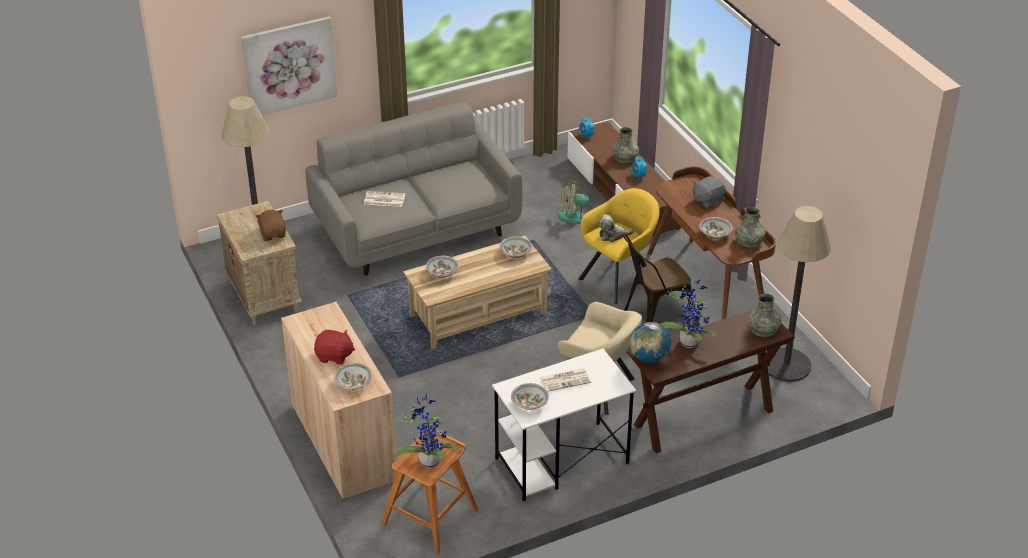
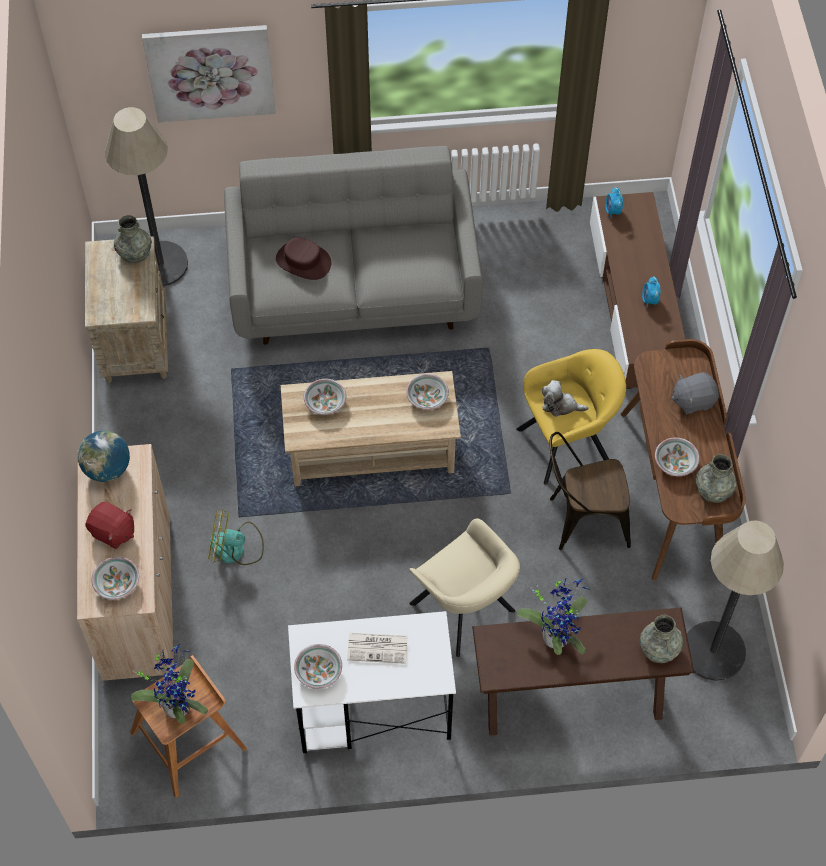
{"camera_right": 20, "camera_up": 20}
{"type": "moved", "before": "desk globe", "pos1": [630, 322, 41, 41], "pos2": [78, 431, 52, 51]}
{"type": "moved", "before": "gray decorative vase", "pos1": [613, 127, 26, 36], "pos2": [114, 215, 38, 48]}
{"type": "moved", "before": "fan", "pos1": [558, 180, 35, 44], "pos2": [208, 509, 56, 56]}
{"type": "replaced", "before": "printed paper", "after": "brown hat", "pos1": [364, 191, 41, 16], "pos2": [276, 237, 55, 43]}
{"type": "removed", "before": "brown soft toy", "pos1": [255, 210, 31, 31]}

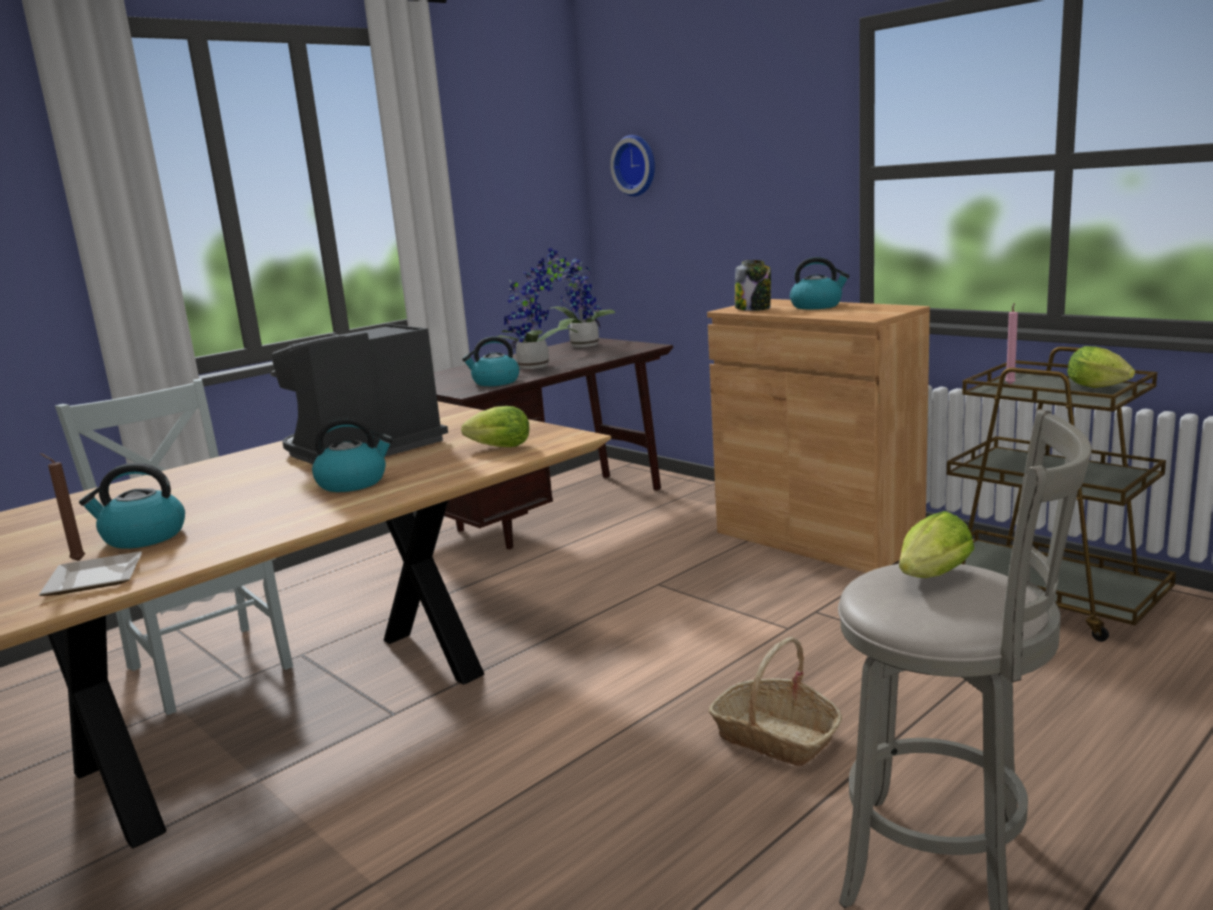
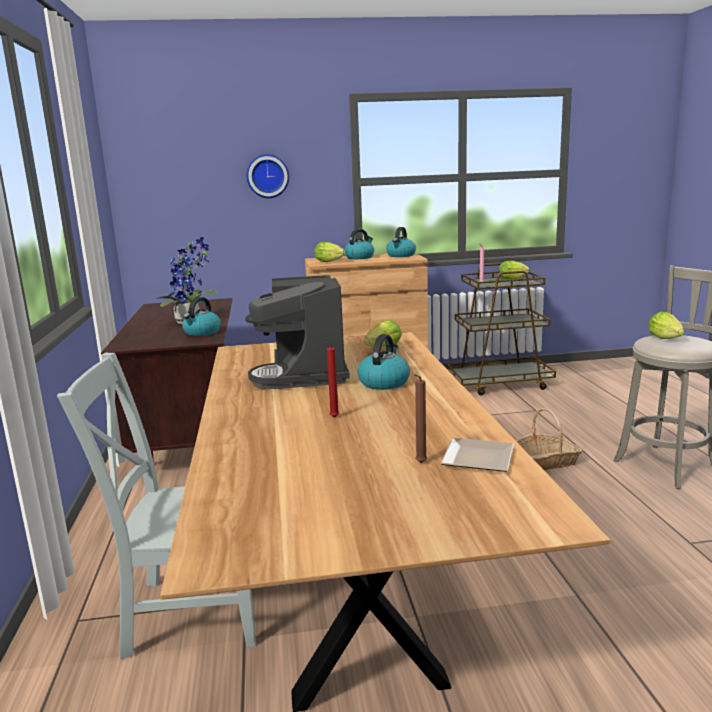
{"camera_right": -55, "camera_up": 0}
{"type": "moved", "before": "clock on the wall", "pos1": [610, 135, 45, 61], "pos2": [246, 154, 43, 44]}
{"type": "replaced", "before": "storage jar", "after": "lettuce head", "pos1": [735, 260, 36, 51], "pos2": [314, 242, 31, 20]}
{"type": "added", "after": "reddish candle", "pos2": [326, 342, 13, 76]}
{"type": "moved", "before": "water kettle", "pos1": [79, 463, 106, 86], "pos2": [386, 227, 30, 30]}
{"type": "removed", "before": "plant in a pot", "pos1": [547, 248, 68, 99]}

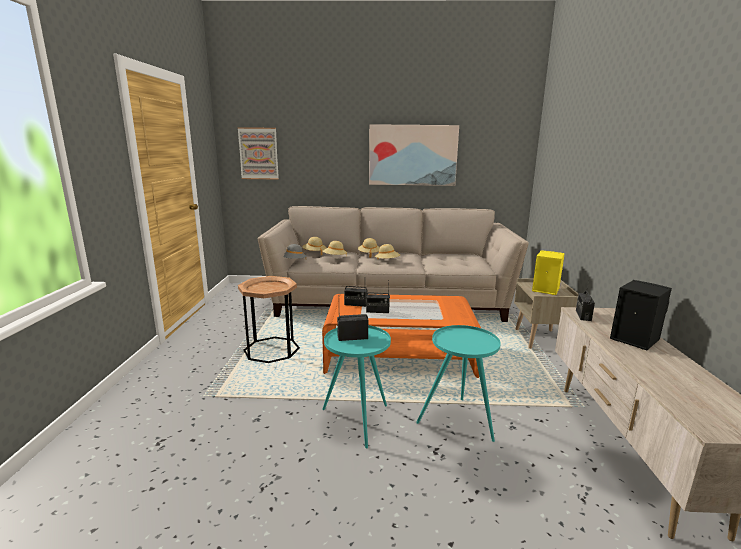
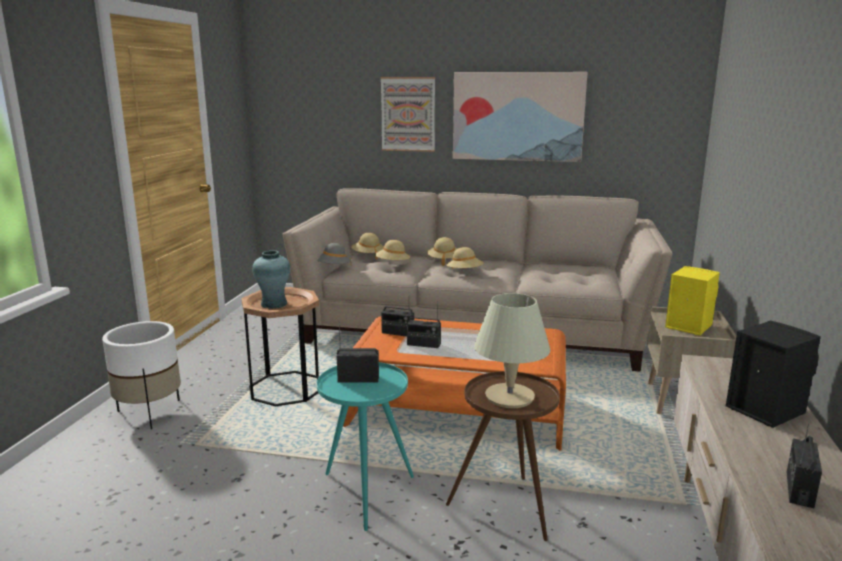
{"camera_right": 10, "camera_up": 0}
{"type": "added", "after": "white-coloured planter", "pos2": [102, 321, 79, 108]}
{"type": "added", "after": "blue-green decorative vase", "pos2": [252, 250, 38, 59]}
{"type": "moved", "before": "wall picture", "pos1": [237, 127, 42, 53], "pos2": [381, 77, 54, 75]}
{"type": "recoloured", "before": "blue-green accent table", "after": "brown accent table", "pos1": [416, 325, 85, 117], "pos2": [446, 371, 114, 170]}
{"type": "added", "after": "sand-coloured lamp for a table", "pos2": [474, 293, 76, 115]}
{"type": "moved", "before": "radio receiver", "pos1": [576, 280, 19, 41], "pos2": [787, 424, 35, 84]}

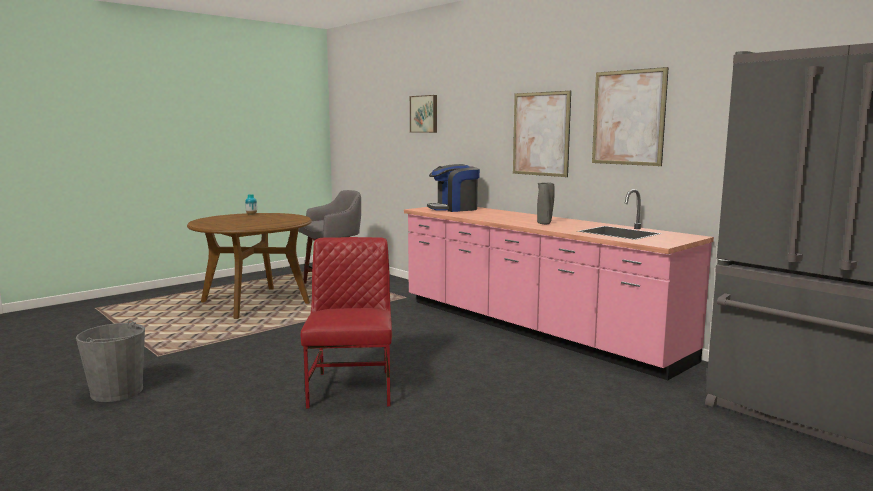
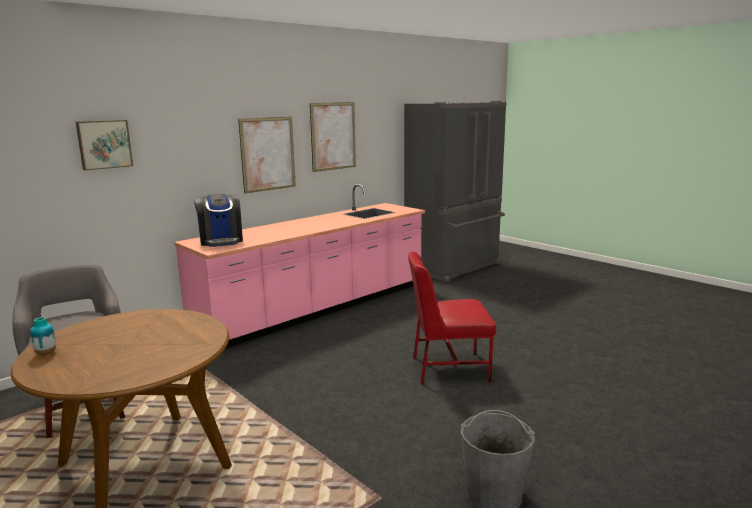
{"camera_right": -90, "camera_up": 5}
{"type": "removed", "before": "gray decorative vase", "pos1": [537, 183, 18, 41]}

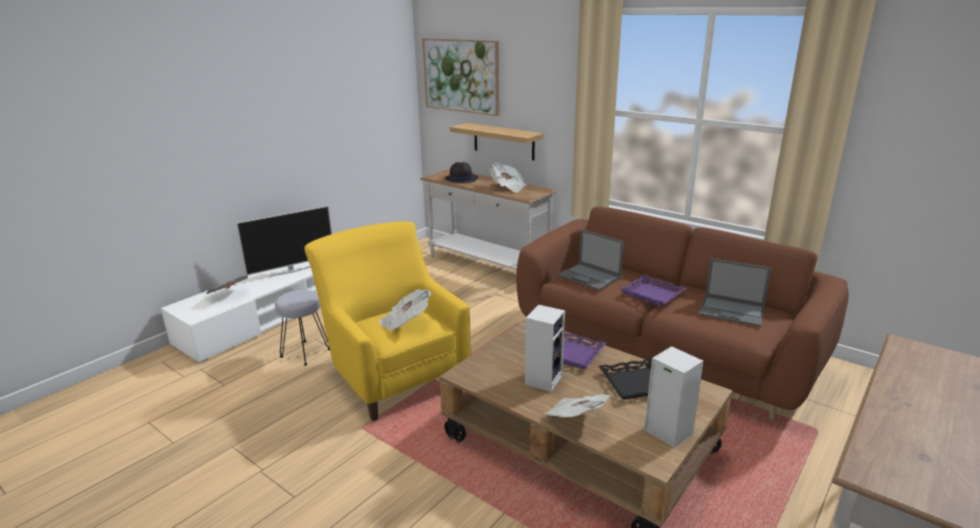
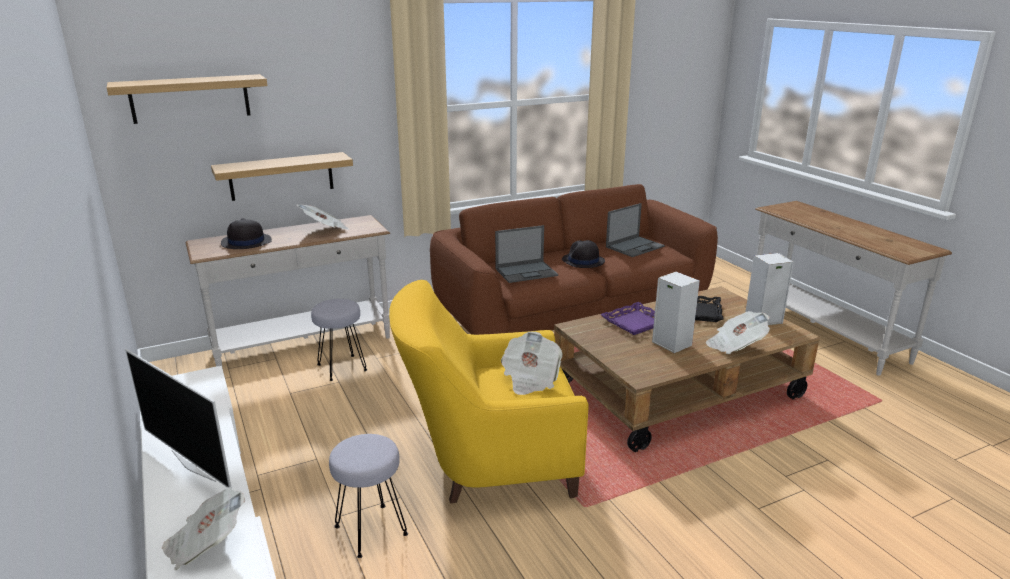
{"camera_right": -65, "camera_up": 0}
{"type": "replaced", "before": "wall picture", "after": "wall shelf", "pos1": [422, 38, 77, 78], "pos2": [107, 74, 160, 50]}
{"type": "turned", "before": "TV set", "pos1": [236, 206, 96, 71], "pos2": [125, 349, 107, 139], "turn": 135}
{"type": "added", "after": "gray stool seat", "pos2": [311, 299, 56, 82]}
{"type": "replaced", "before": "purple tray", "after": "blackish hat", "pos1": [621, 275, 66, 31], "pos2": [562, 240, 43, 28]}

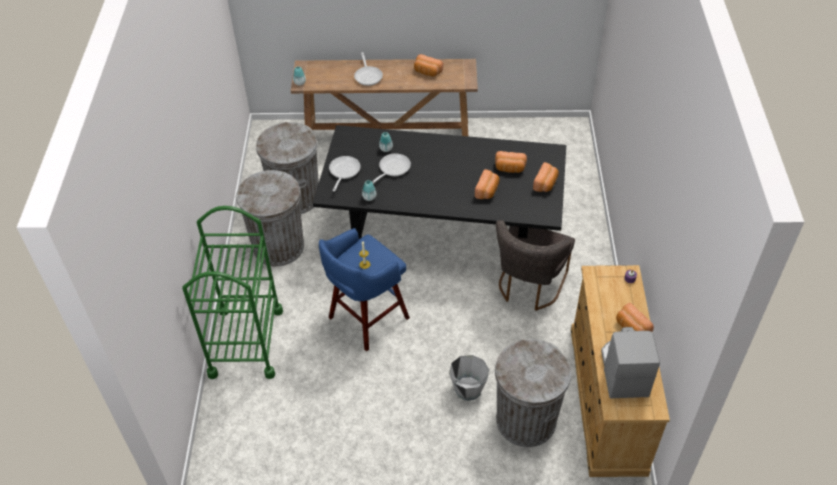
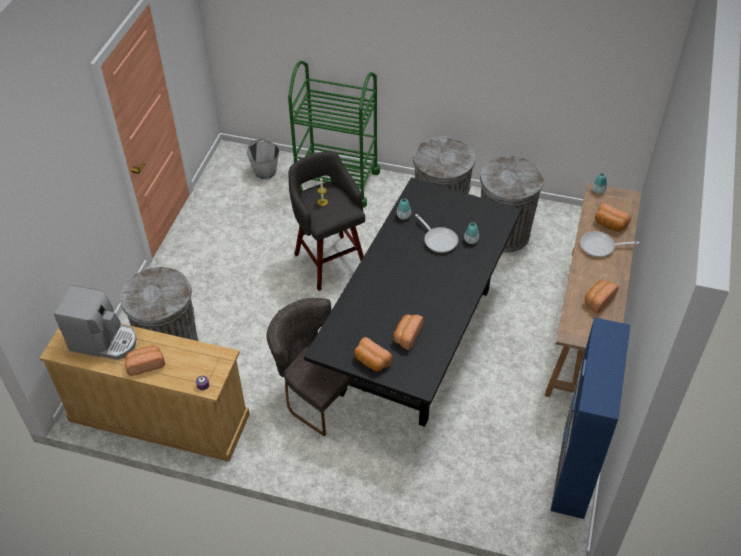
{"camera_right": 105, "camera_up": 0}
{"type": "moved", "before": "gray pail", "pos1": [449, 355, 40, 46], "pos2": [246, 139, 33, 40]}
{"type": "recoloured", "before": "bluish stool seat", "after": "gray stool seat", "pos1": [319, 228, 91, 123], "pos2": [288, 151, 77, 140]}
{"type": "added", "after": "bluish storage cabinet", "pos2": [551, 317, 80, 202]}
{"type": "moved", "before": "baked bread", "pos1": [475, 169, 24, 30], "pos2": [595, 203, 36, 29]}
{"type": "removed", "before": "frying pan", "pos1": [329, 156, 32, 35]}

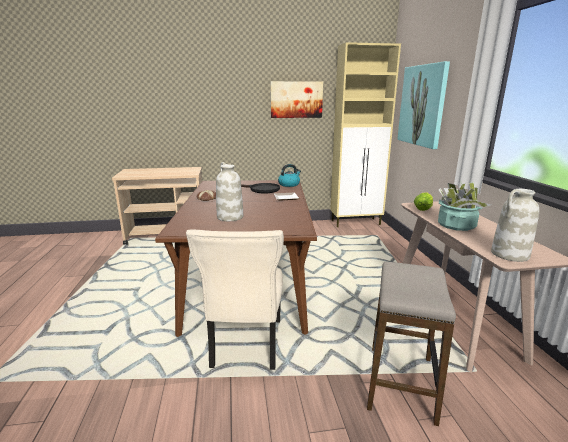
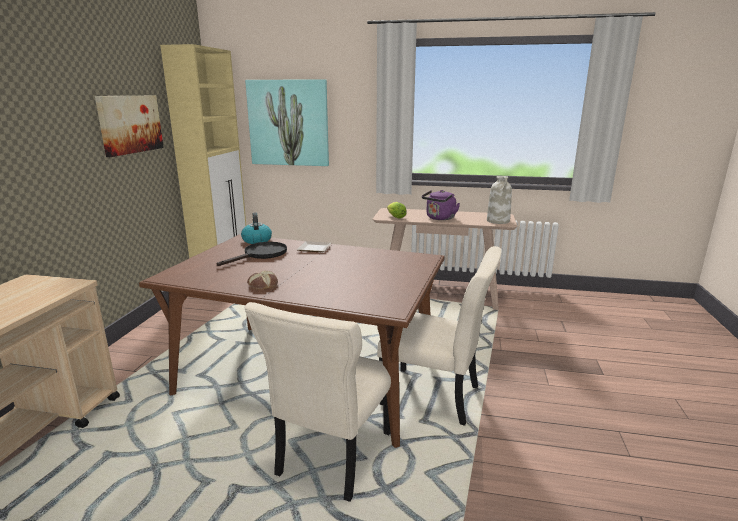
{"camera_right": -70, "camera_up": 0}
{"type": "added", "after": "sand-coloured plain chair", "pos2": [245, 302, 146, 200]}
{"type": "replaced", "before": "plant in a pot", "after": "purple water kettle", "pos1": [438, 181, 53, 50], "pos2": [422, 190, 38, 30]}
{"type": "removed", "before": "white-coloured decorative vase", "pos1": [216, 162, 27, 59]}
{"type": "removed", "before": "stool seat", "pos1": [367, 262, 89, 164]}

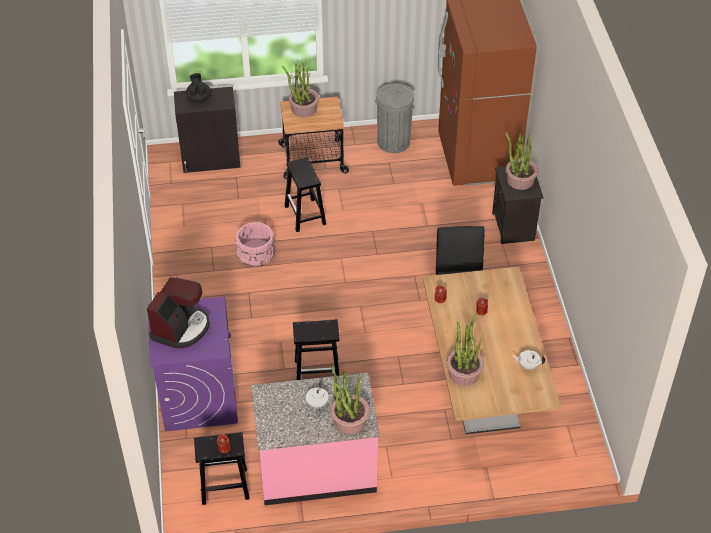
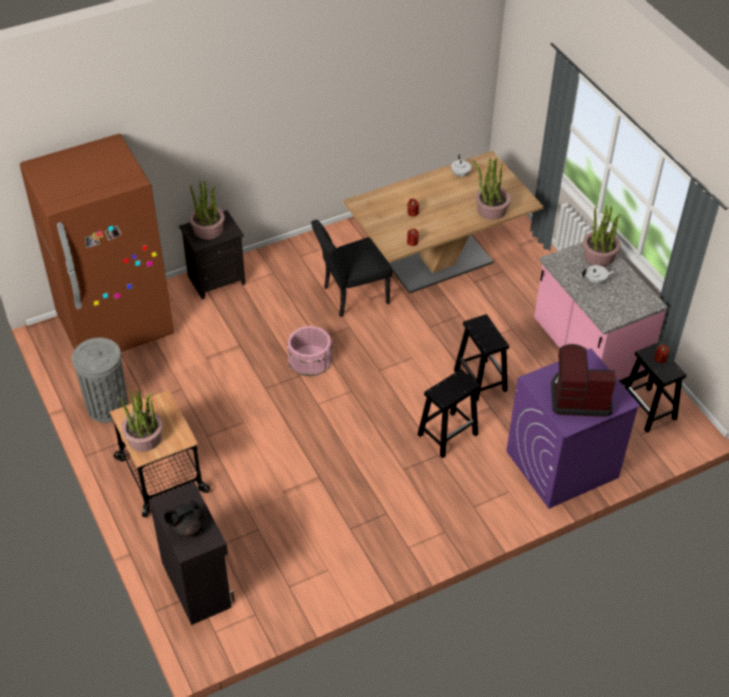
{"camera_right": -110, "camera_up": 0}
{"type": "moved", "before": "pink pail", "pos1": [235, 222, 40, 45], "pos2": [287, 326, 46, 50]}
{"type": "moved", "before": "blackish stool seat", "pos1": [284, 157, 42, 75], "pos2": [417, 369, 63, 89]}

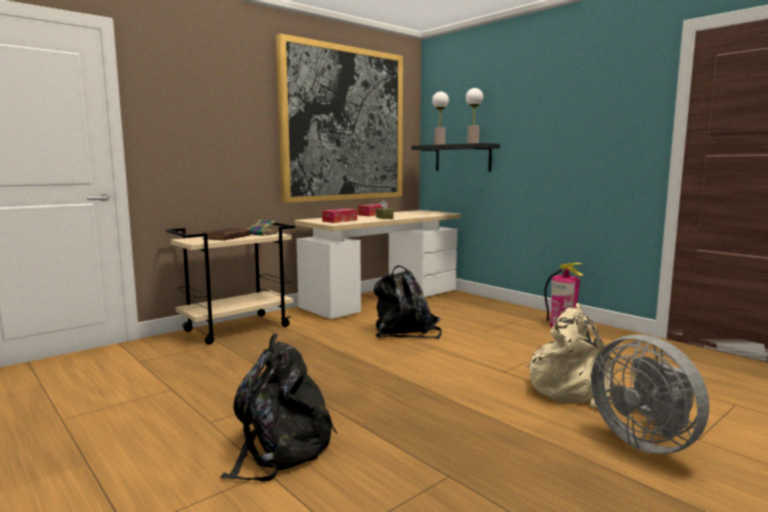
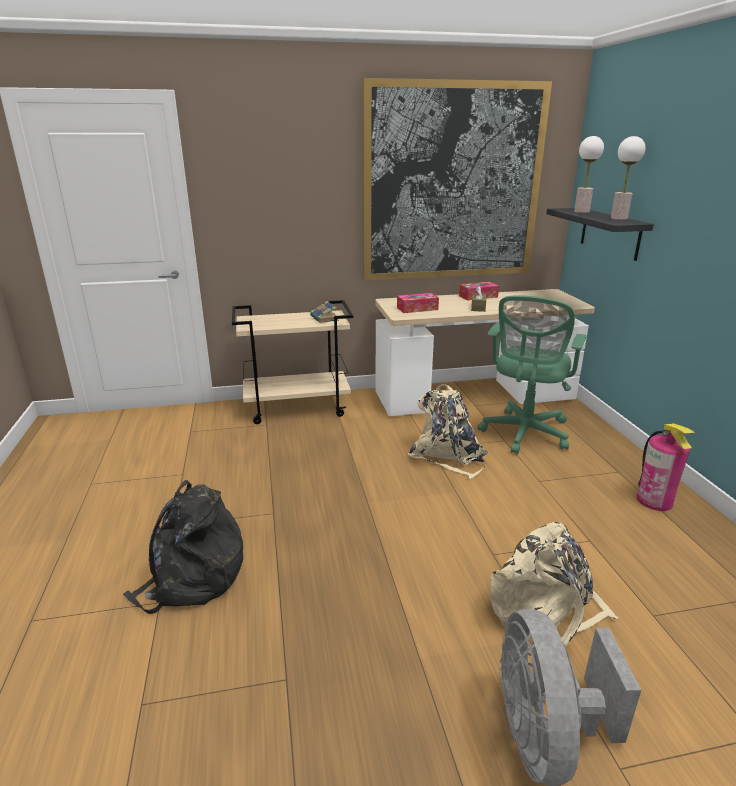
{"camera_right": 30, "camera_up": 15}
{"type": "recoloured", "before": "blackish backpack", "after": "sand-coloured backpack", "pos1": [374, 265, 68, 74], "pos2": [408, 384, 80, 95]}
{"type": "added", "after": "green-coloured office chair", "pos2": [477, 295, 110, 159]}
{"type": "removed", "before": "brown bound book", "pos1": [202, 228, 49, 12]}

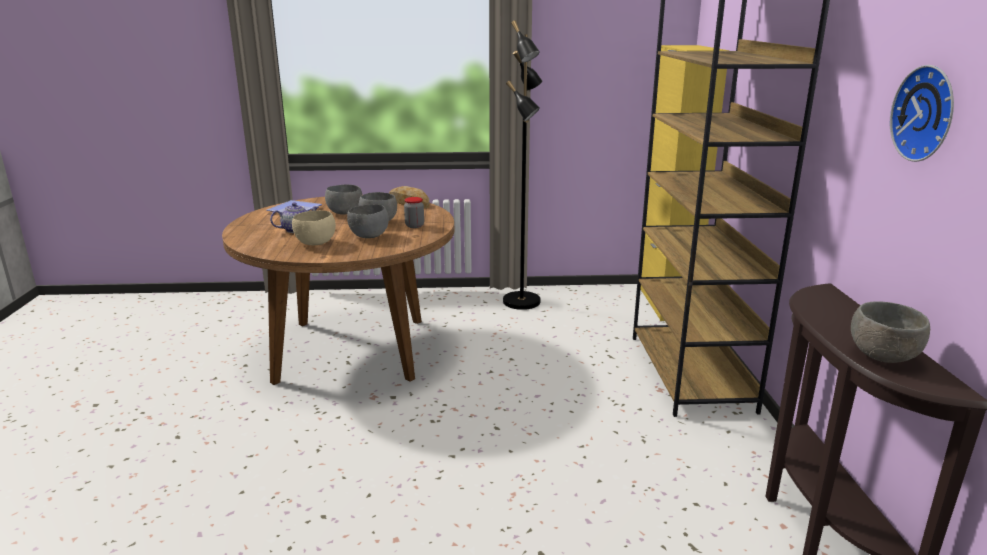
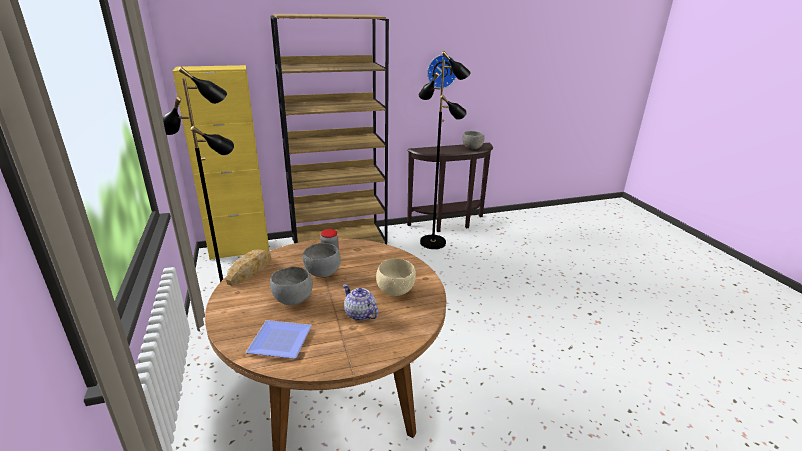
{"camera_right": -105, "camera_up": 5}
{"type": "added", "after": "blackish floor lamp", "pos2": [419, 51, 51, 198]}
{"type": "removed", "before": "gray serving bowl", "pos1": [347, 204, 42, 34]}

